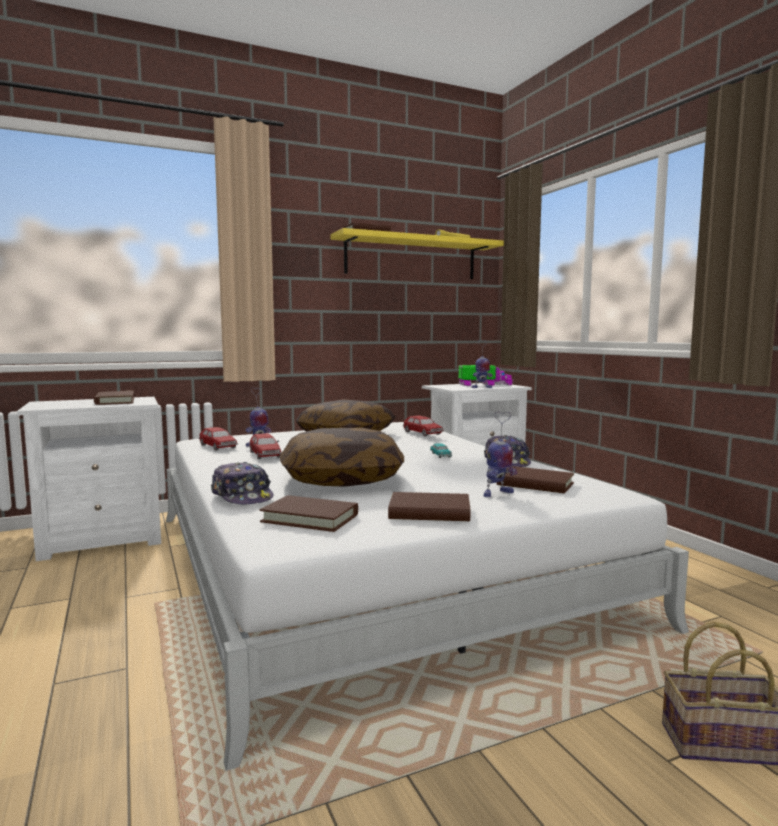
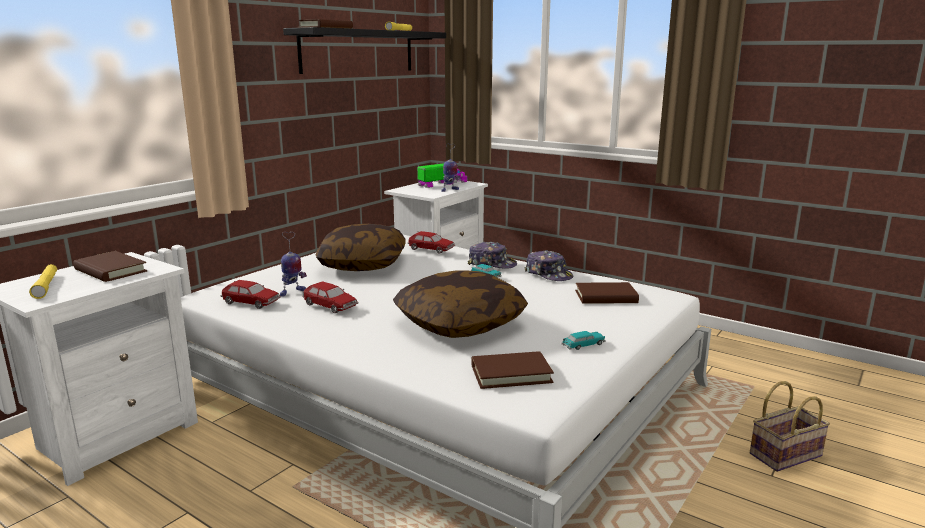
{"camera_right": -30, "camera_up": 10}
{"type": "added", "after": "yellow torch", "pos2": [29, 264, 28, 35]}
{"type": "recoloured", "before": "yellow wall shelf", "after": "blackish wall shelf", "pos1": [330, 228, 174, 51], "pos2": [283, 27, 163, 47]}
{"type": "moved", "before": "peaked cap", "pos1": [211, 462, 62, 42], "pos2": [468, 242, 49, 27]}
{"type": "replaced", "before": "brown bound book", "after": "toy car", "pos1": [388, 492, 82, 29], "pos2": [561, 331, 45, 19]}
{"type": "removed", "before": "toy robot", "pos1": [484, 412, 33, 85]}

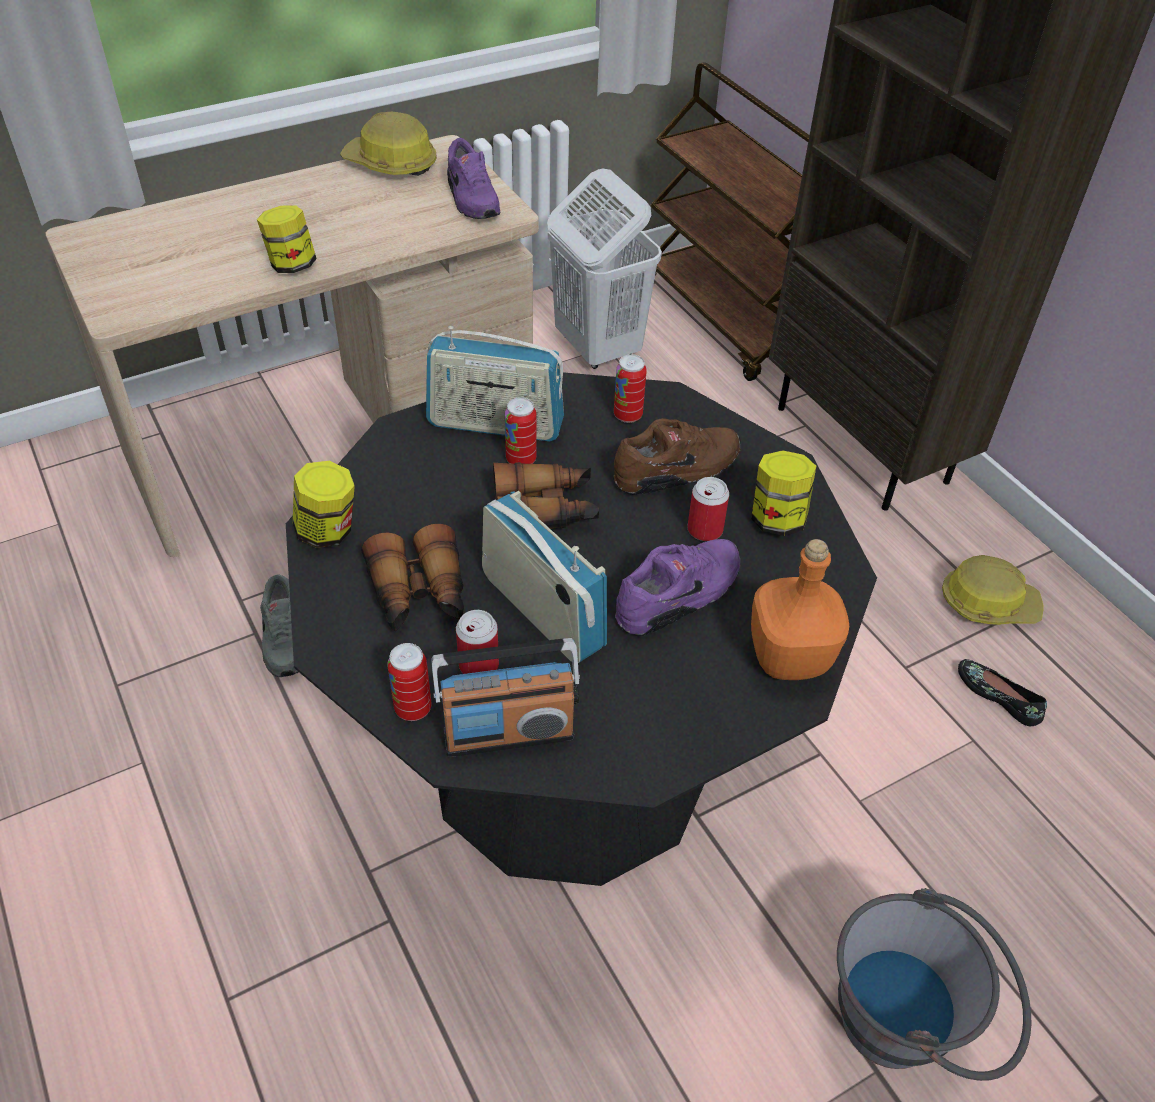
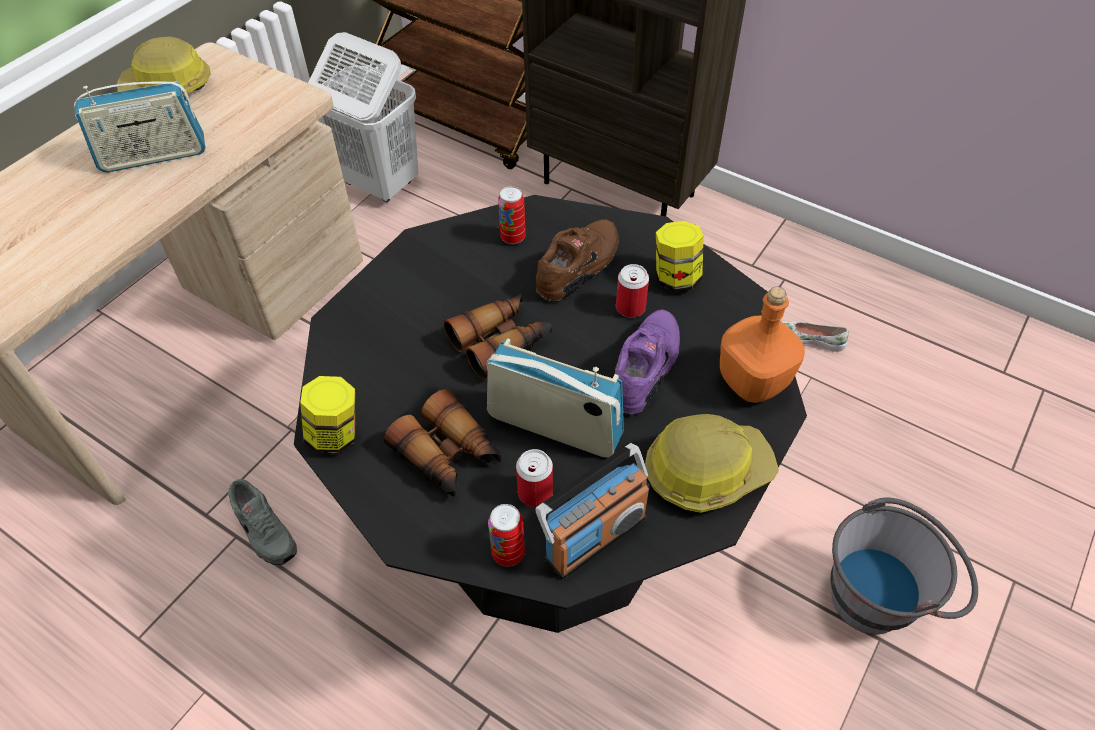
{"camera_right": -25, "camera_up": 5}
{"type": "moved", "before": "radio receiver", "pos1": [426, 326, 138, 115], "pos2": [74, 81, 132, 92]}
{"type": "moved", "before": "safety helmet", "pos1": [942, 555, 102, 70], "pos2": [645, 414, 134, 99]}
{"type": "recoloured", "before": "blackish low shoe", "after": "white-coloured low shoe", "pos1": [958, 659, 89, 67], "pos2": [781, 321, 68, 31]}
{"type": "removed", "before": "storage jar", "pos1": [257, 205, 60, 68]}
{"type": "removed", "before": "purple low shoe", "pos1": [447, 138, 53, 81]}
{"type": "removed", "before": "metal can", "pos1": [505, 397, 31, 67]}

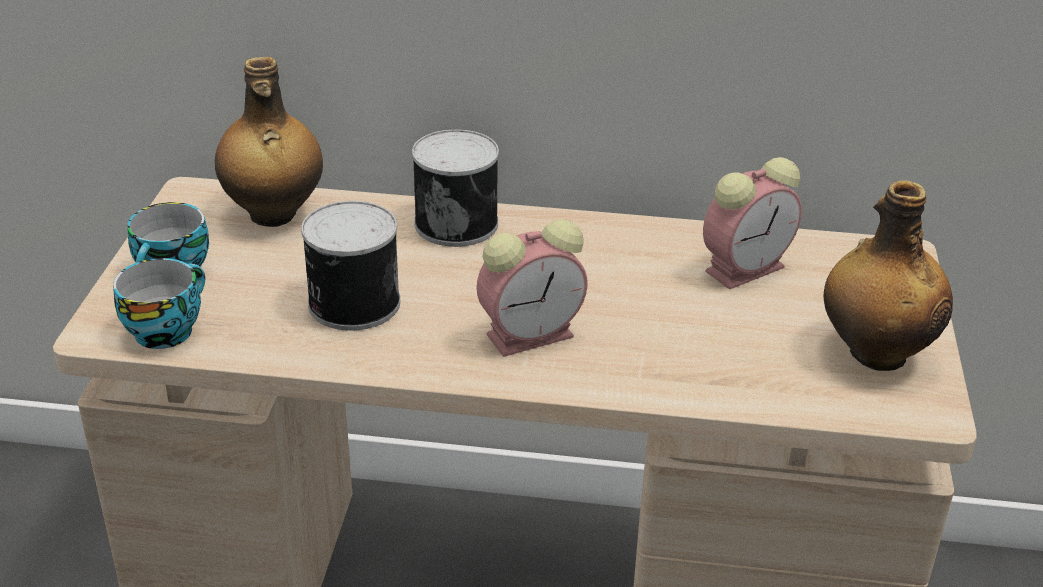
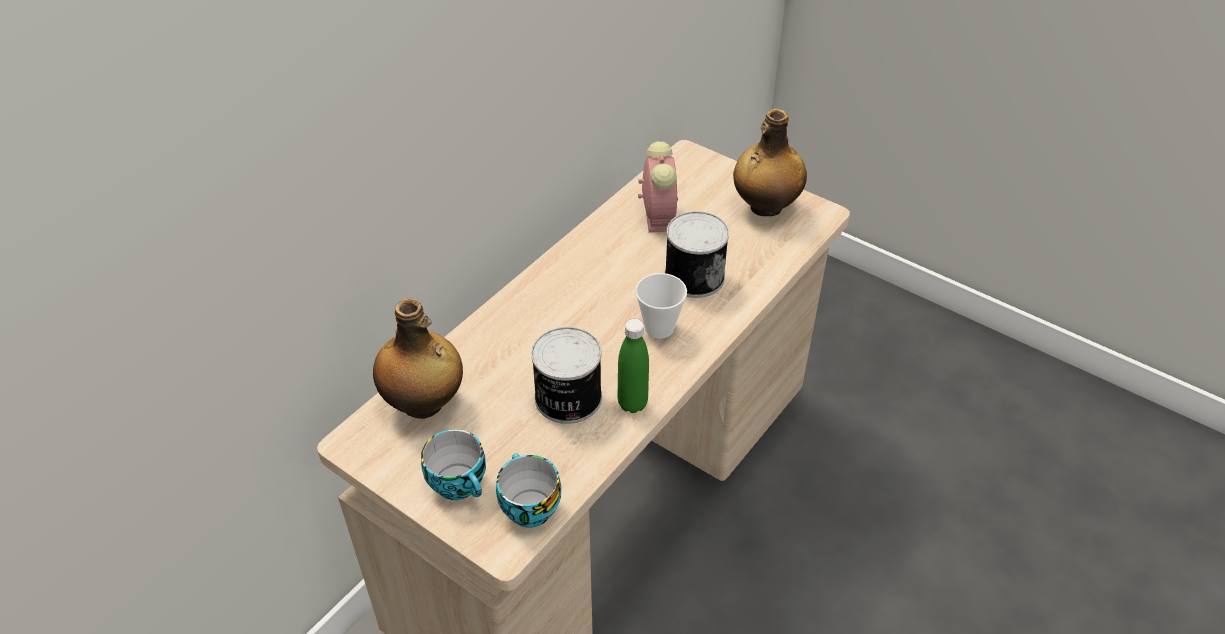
{"camera_right": -60, "camera_up": 10}
{"type": "added", "after": "green-coloured drink bottle", "pos2": [617, 319, 32, 94]}
{"type": "replaced", "before": "bedside clock", "after": "small cup", "pos1": [476, 219, 112, 138], "pos2": [635, 273, 52, 66]}
{"type": "moved", "before": "metal can", "pos1": [412, 129, 87, 118], "pos2": [665, 211, 64, 87]}

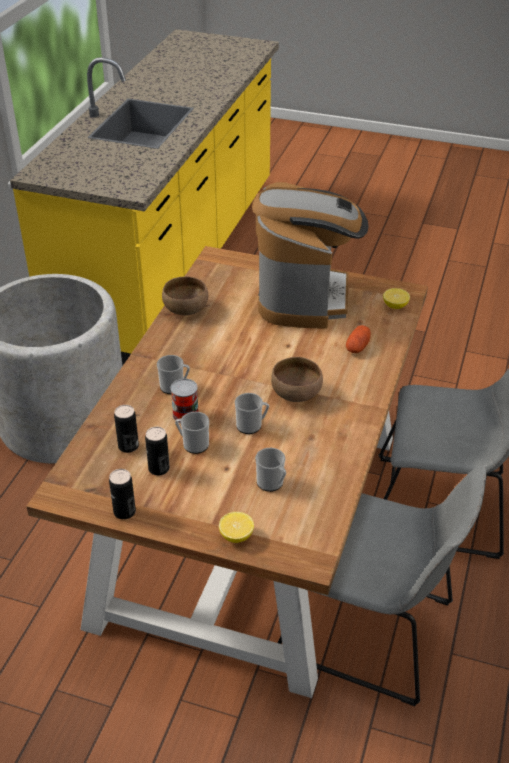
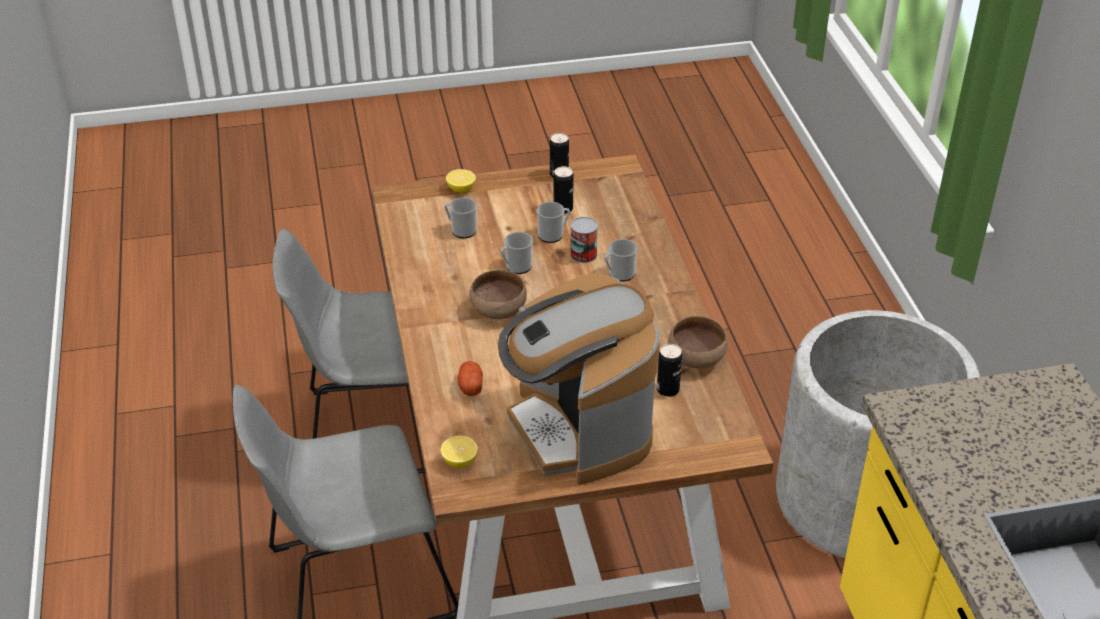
{"camera_right": 150, "camera_up": 0}
{"type": "moved", "before": "metal can", "pos1": [114, 405, 25, 48], "pos2": [657, 344, 25, 53]}

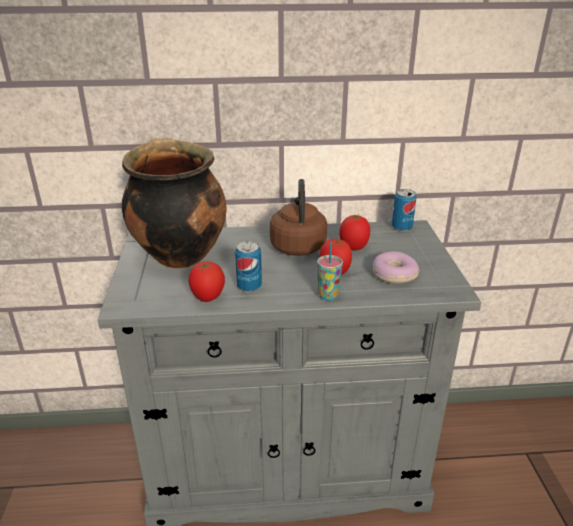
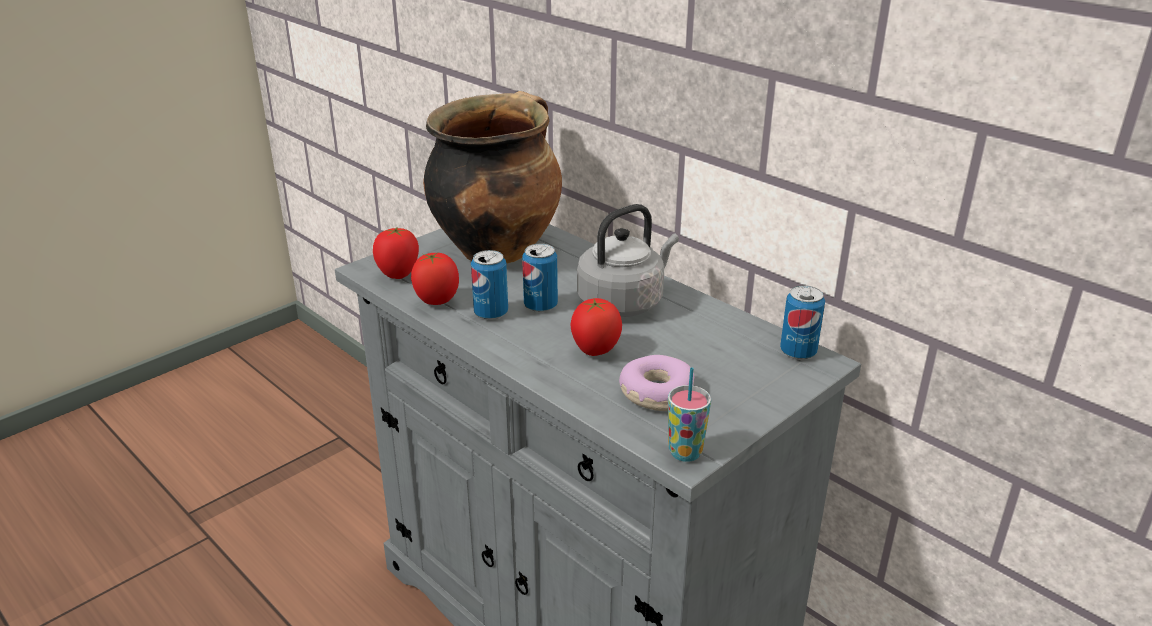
{"camera_right": 50, "camera_up": 0}
{"type": "moved", "before": "fresh tomato", "pos1": [339, 215, 31, 36], "pos2": [373, 227, 46, 52]}
{"type": "added", "after": "metal can", "pos2": [522, 243, 36, 69]}
{"type": "recoloured", "before": "brown water kettle", "after": "gray water kettle", "pos1": [270, 179, 57, 77], "pos2": [577, 204, 102, 113]}
{"type": "moved", "before": "small cup", "pos1": [317, 242, 26, 59], "pos2": [668, 367, 43, 95]}

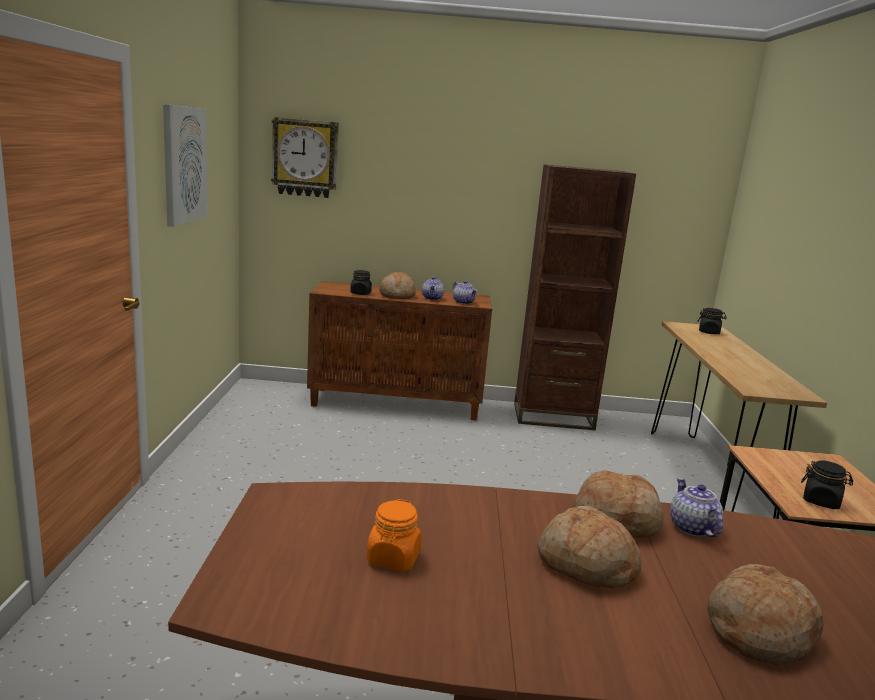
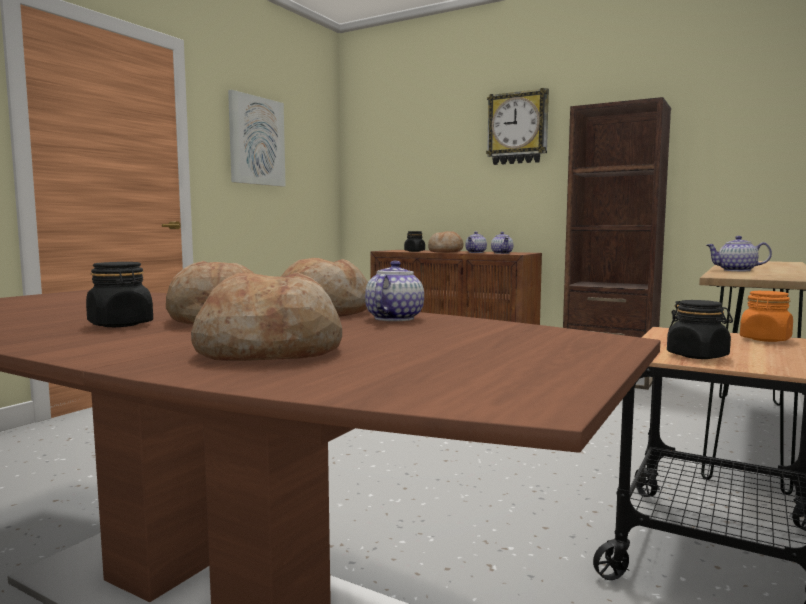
{"camera_right": 30, "camera_up": -10}
{"type": "moved", "before": "blackish storage jar", "pos1": [697, 308, 30, 26], "pos2": [86, 262, 67, 65]}
{"type": "moved", "before": "clock on the wall", "pos1": [271, 117, 68, 81], "pos2": [486, 88, 63, 77]}
{"type": "added", "after": "pot for tea", "pos2": [706, 236, 66, 35]}
{"type": "moved", "before": "orange-coloured storage jar", "pos1": [366, 499, 56, 72], "pos2": [740, 291, 53, 51]}

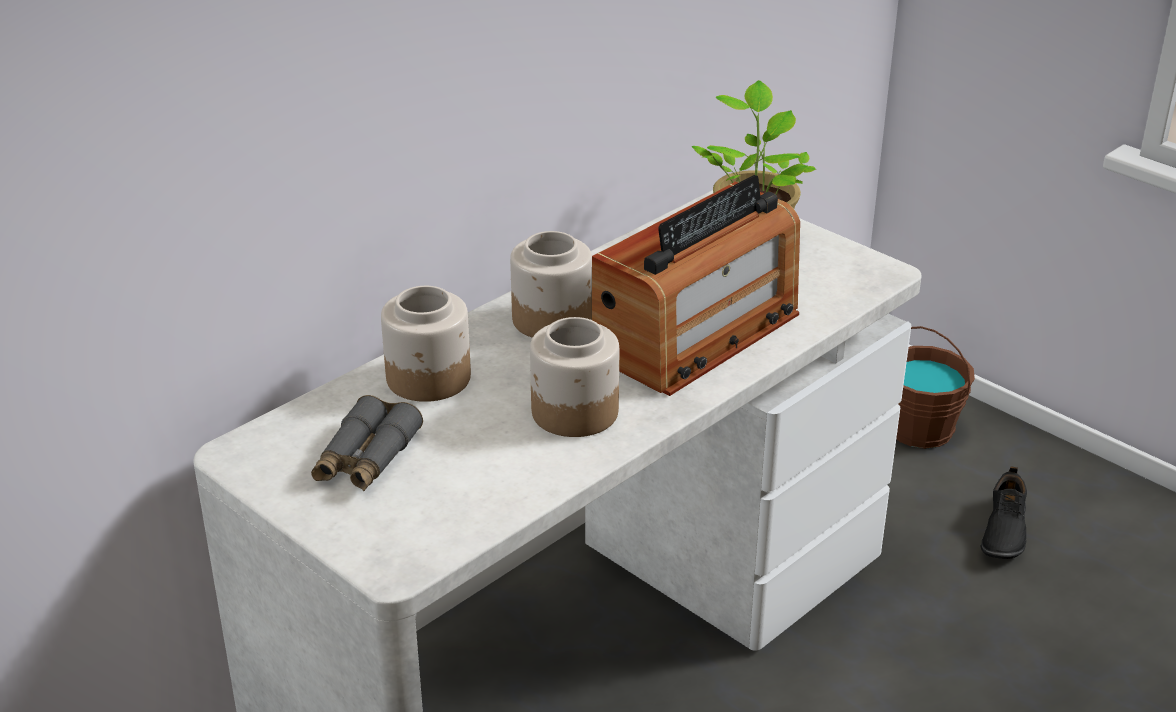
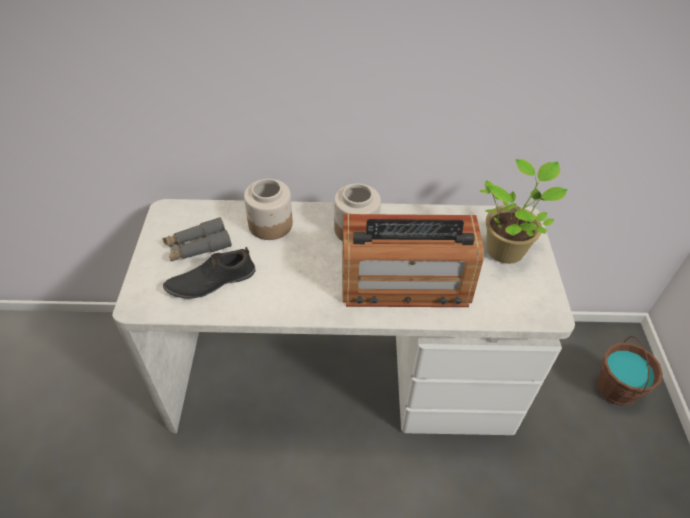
{"camera_right": 45, "camera_up": 15}
{"type": "moved", "before": "blackish low shoe", "pos1": [980, 466, 47, 93], "pos2": [163, 247, 93, 52]}
{"type": "removed", "before": "storage jar", "pos1": [530, 317, 89, 120]}

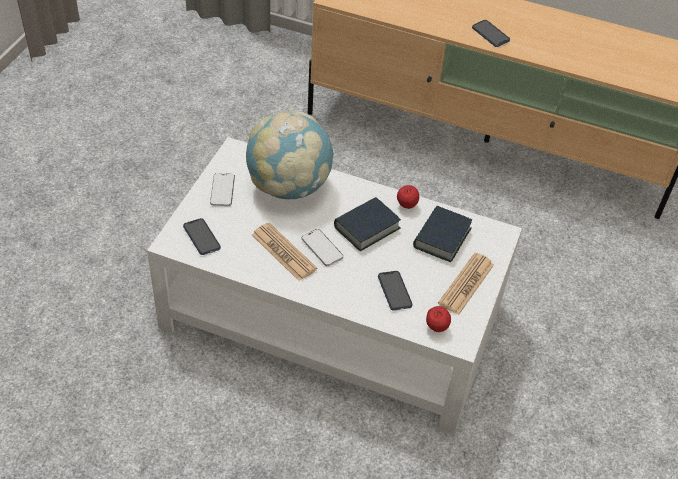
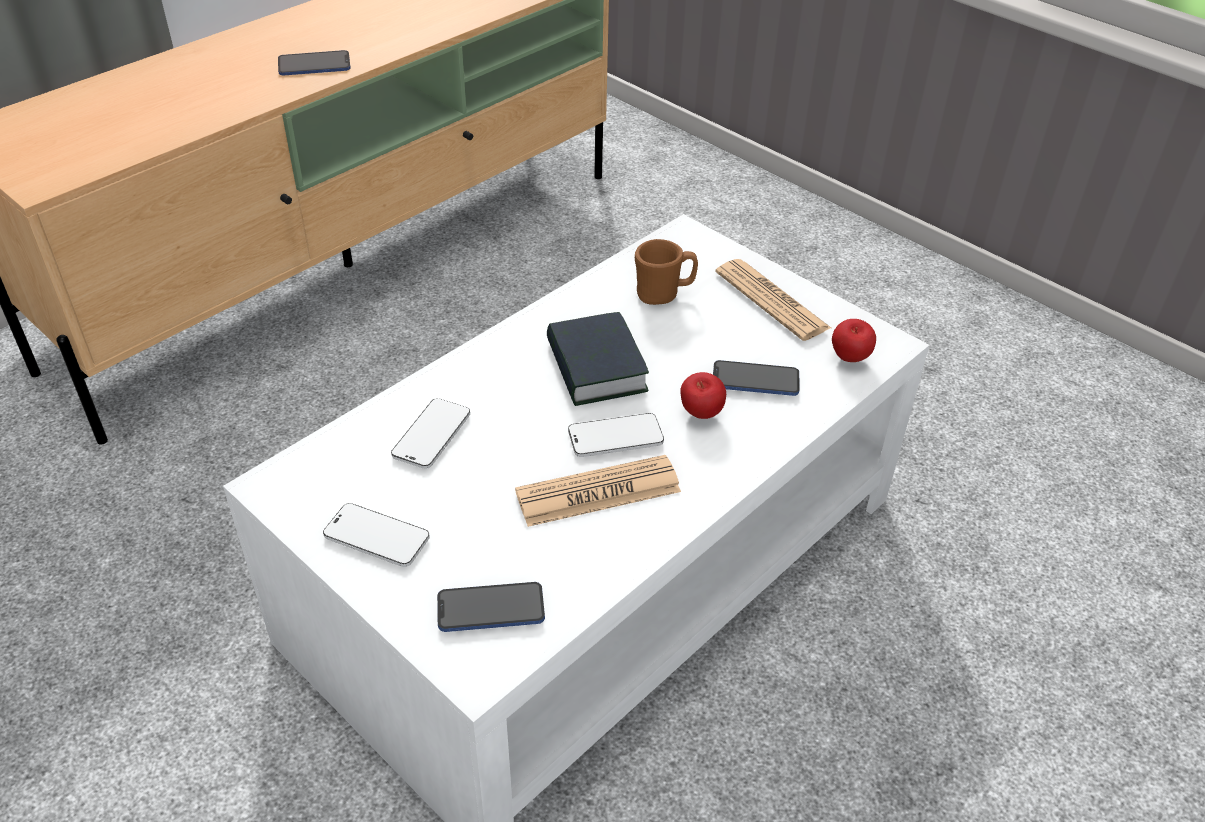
{"camera_right": -65, "camera_up": -5}
{"type": "replaced", "before": "desk globe", "after": "phone", "pos1": [246, 111, 88, 88], "pos2": [391, 398, 79, 71]}
{"type": "replaced", "before": "bound book", "after": "brown mug", "pos1": [413, 206, 59, 56], "pos2": [635, 239, 63, 66]}
{"type": "moved", "before": "apple", "pos1": [397, 185, 22, 24], "pos2": [680, 372, 46, 47]}

